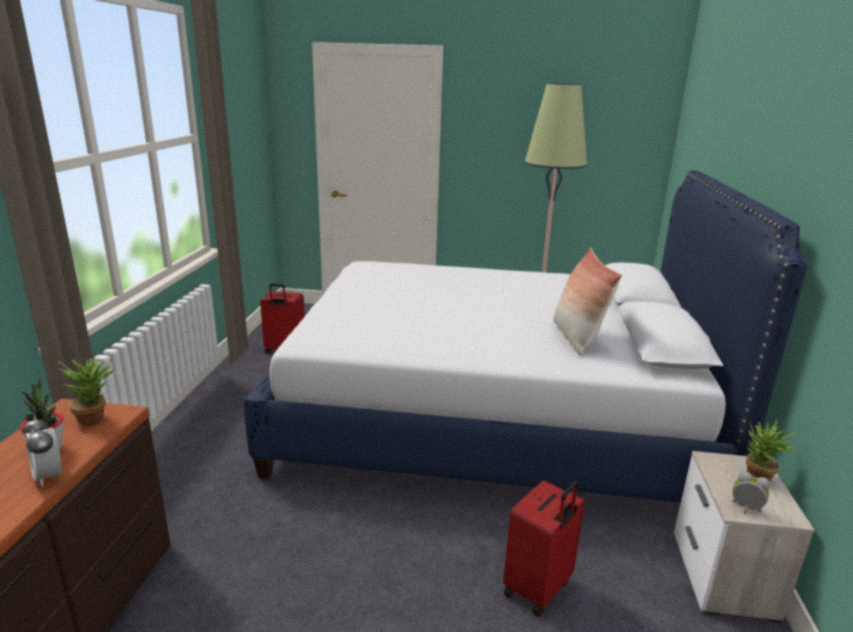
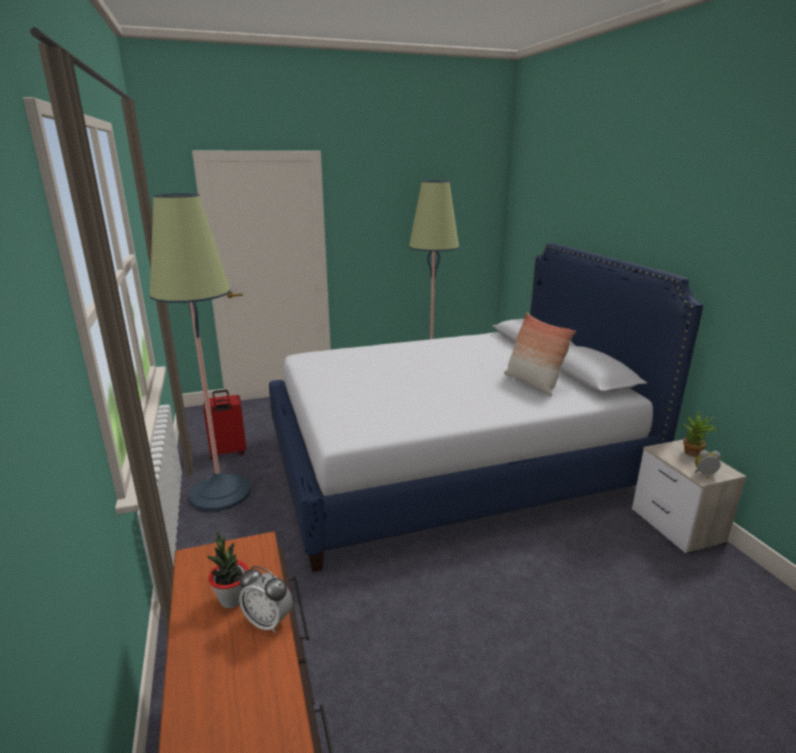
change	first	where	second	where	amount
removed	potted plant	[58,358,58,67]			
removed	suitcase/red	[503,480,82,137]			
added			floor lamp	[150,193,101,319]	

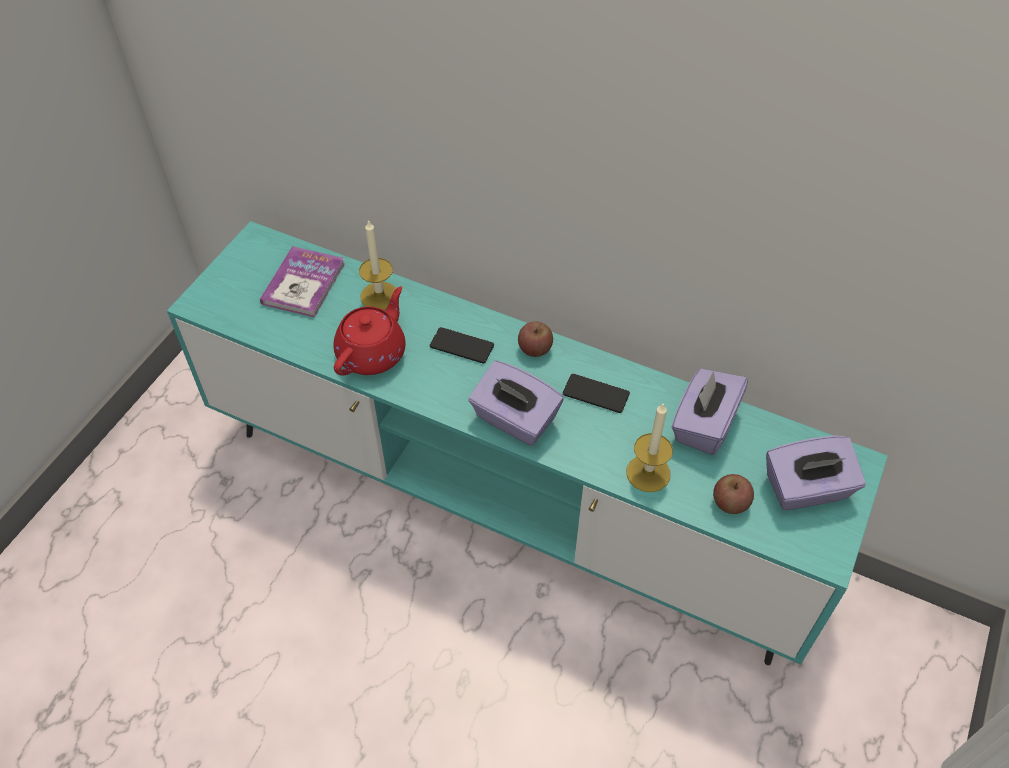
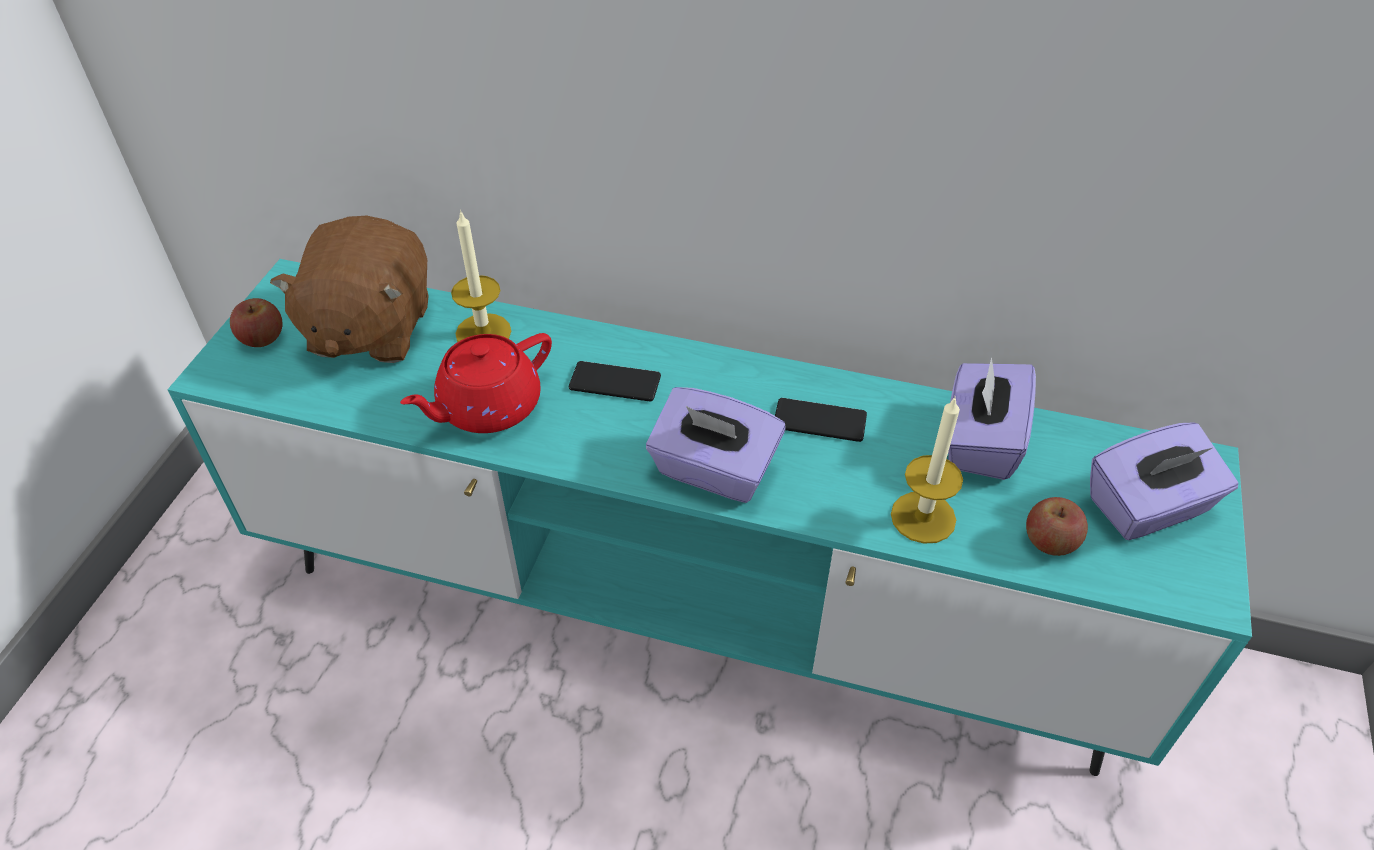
change	first	where	second	where	amount
replaced	book	[260,246,85,72]	plush toy/brown	[270,216,159,147]	
turned	teapot/red	[333,286,73,90]		[400,333,152,100]	150 degrees counterclockwise
moved	apple	[518,321,35,36]		[230,298,53,49]	

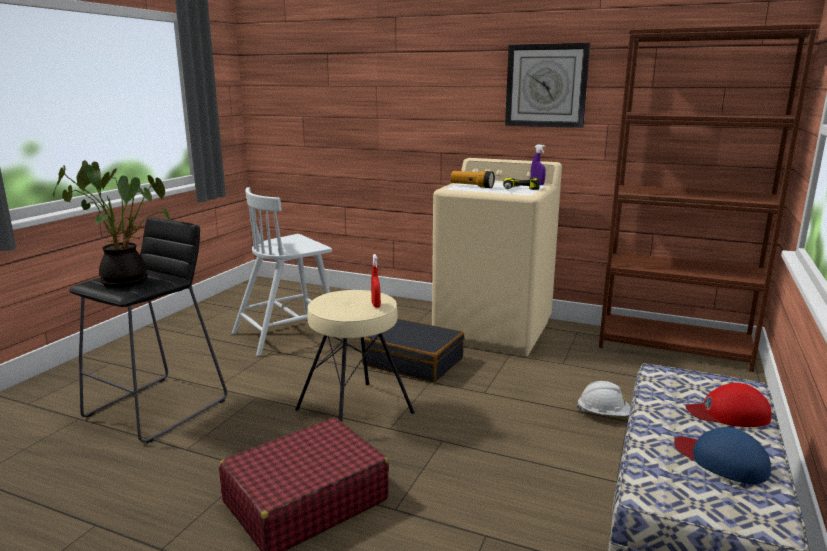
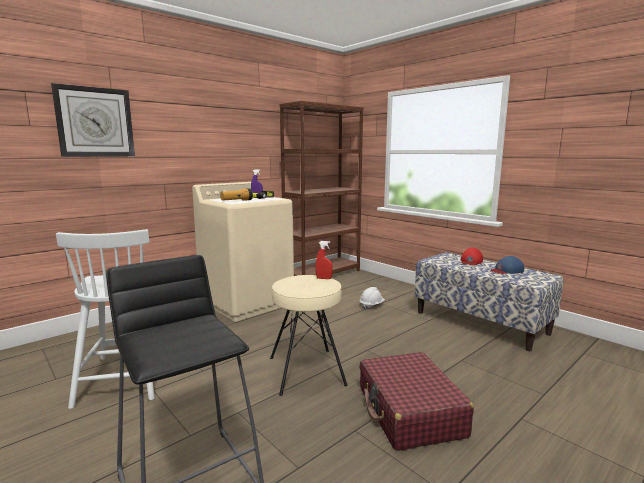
change	first	where	second	where	amount
moved	wall clock	[505,43,85,85]		[51,83,84,74]	
removed	potted plant	[53,160,117,128]			
removed	suitcase/black	[362,318,102,65]			

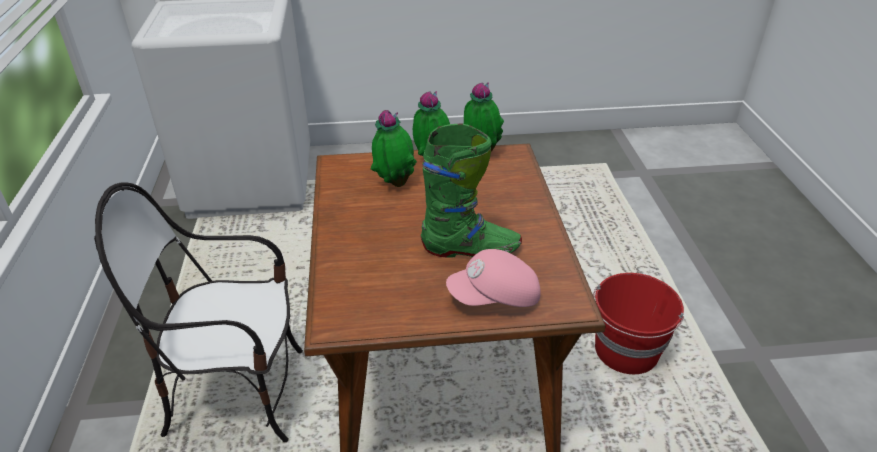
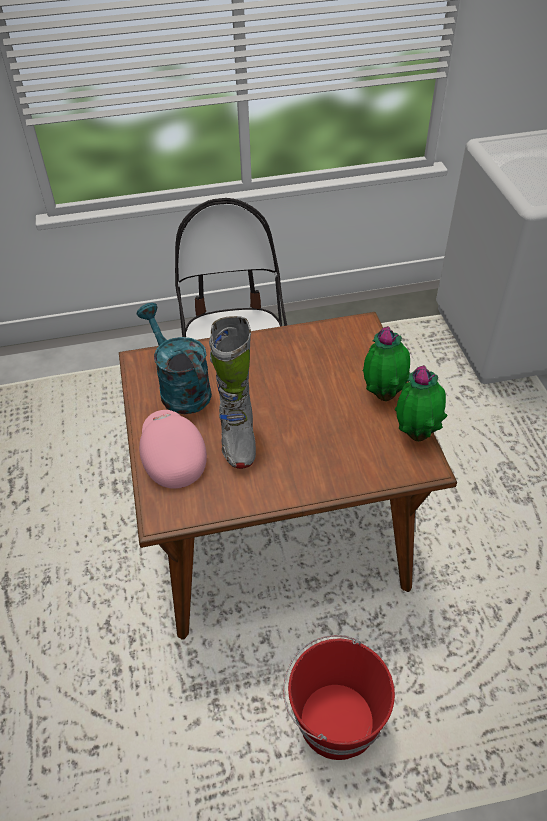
change	first	where	second	where	amount
removed	potted plant	[371,110,46,77]			
recoloured	boot/green	[421,124,101,134]	boot/grey	[209,316,47,153]	
added			watering can/turquoise	[137,303,75,111]	

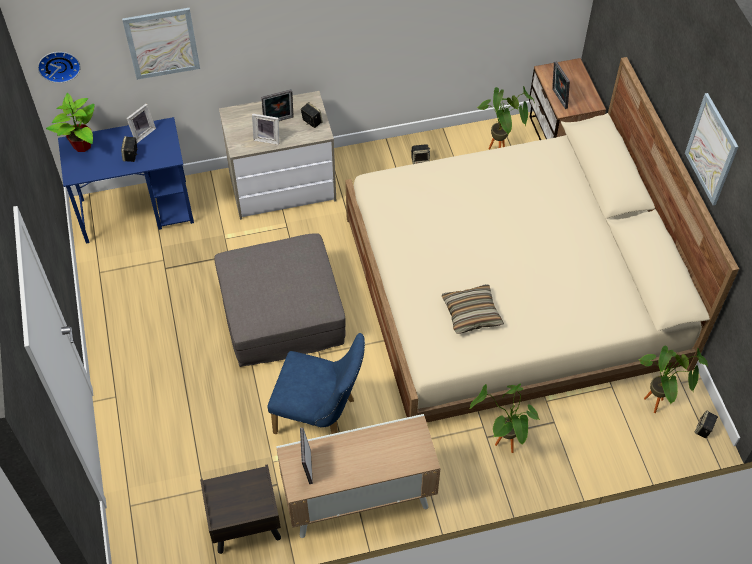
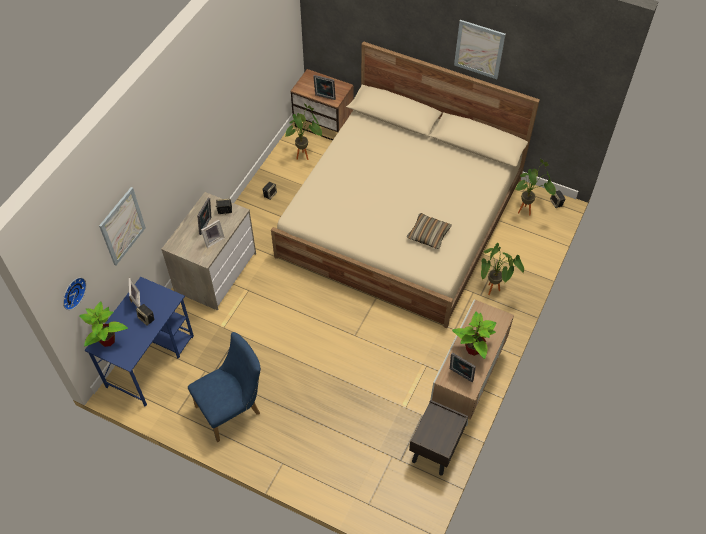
change	first	where	second	where	amount
removed	ottoman/grey	[214,233,132,134]			
moved	chair/blue	[267,333,98,101]		[188,332,73,110]	
added			potted plant	[452,312,44,47]	

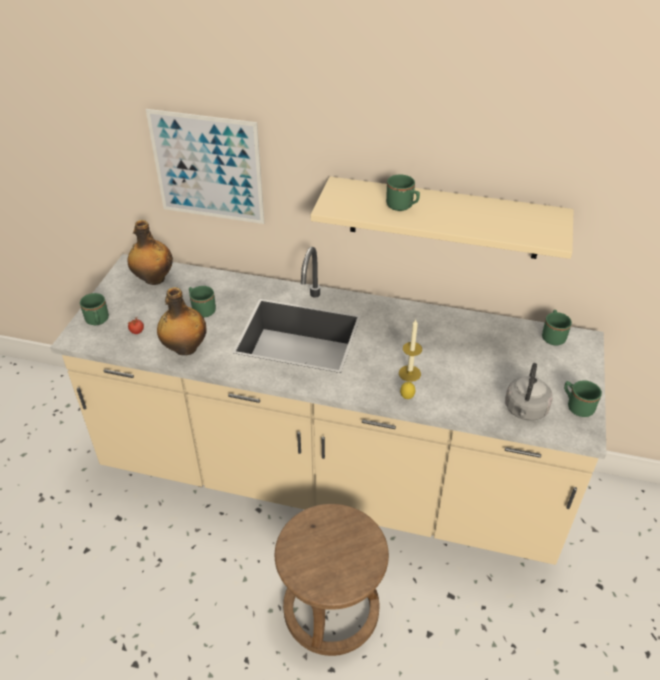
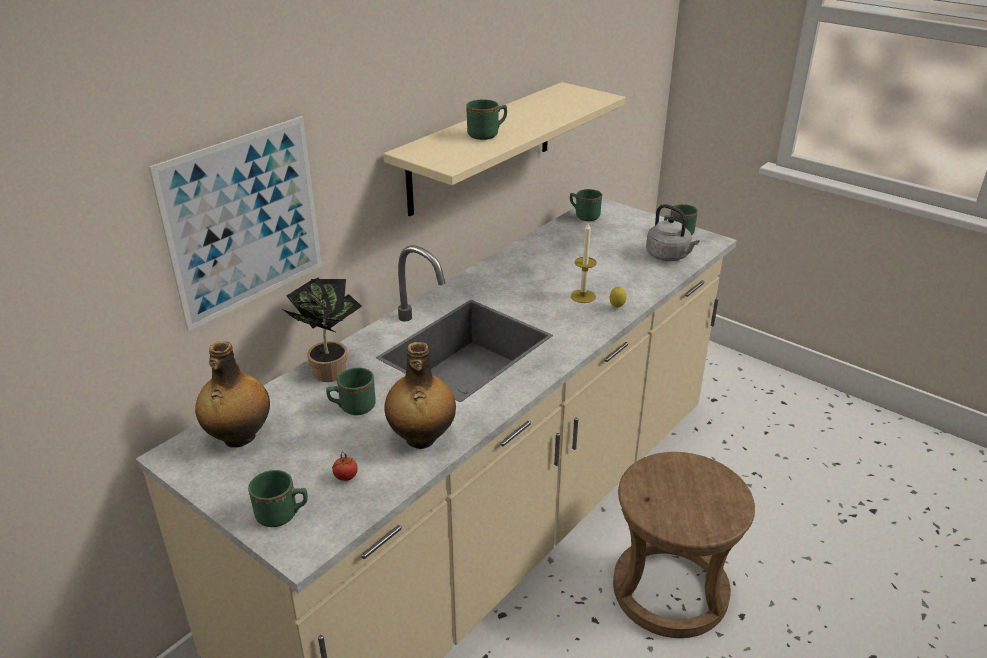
change	first	where	second	where	amount
added			potted plant	[282,277,80,105]	

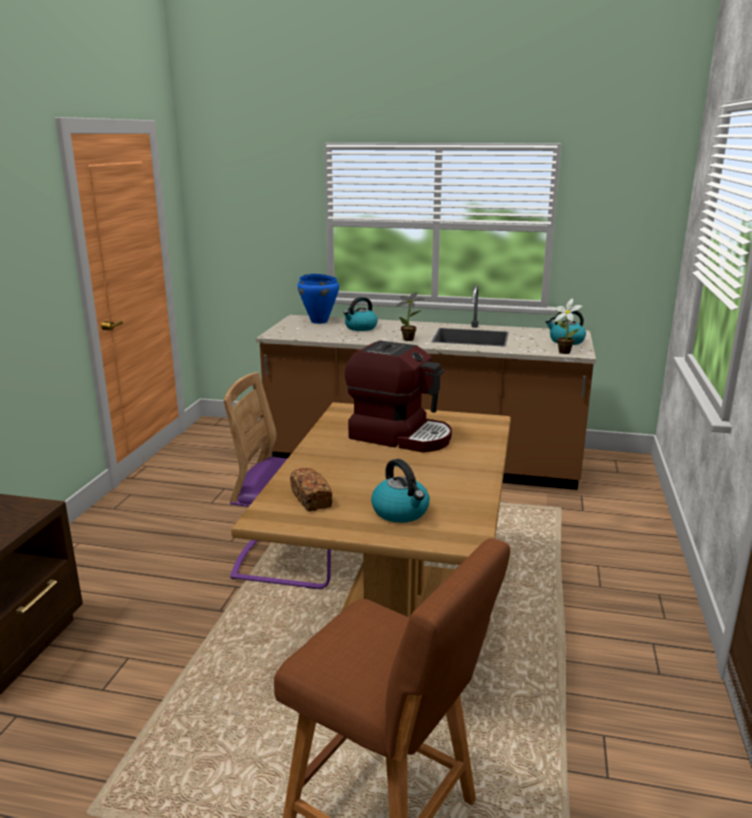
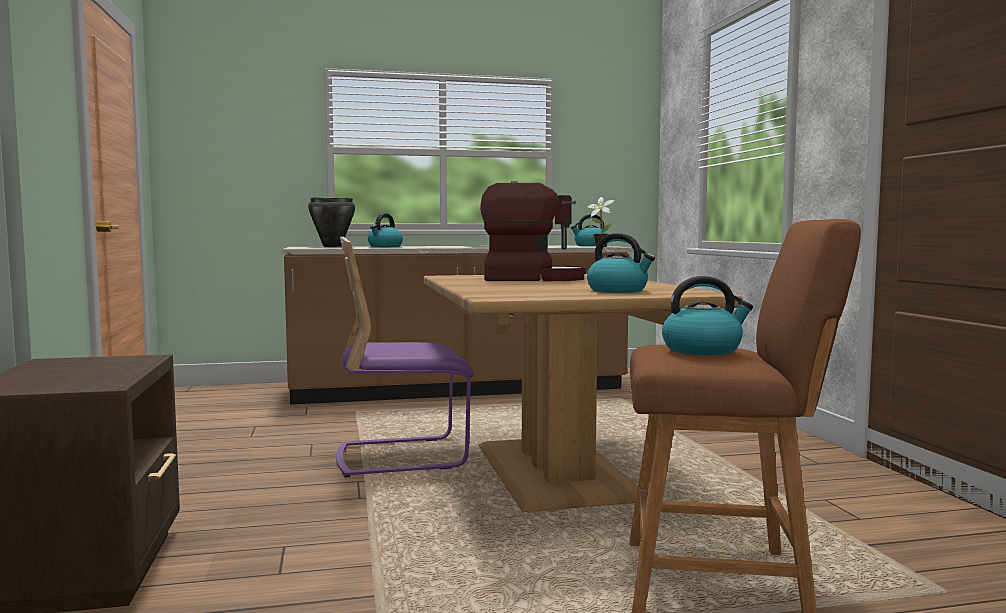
change	first	where	second	where	amount
recoloured	cooking pot/blue	[298,274,41,50]	cooking pot/black	[308,197,47,50]	
removed	potted plant	[396,292,29,49]			
removed	bread	[290,468,42,43]			
added			kettle	[662,276,91,79]	

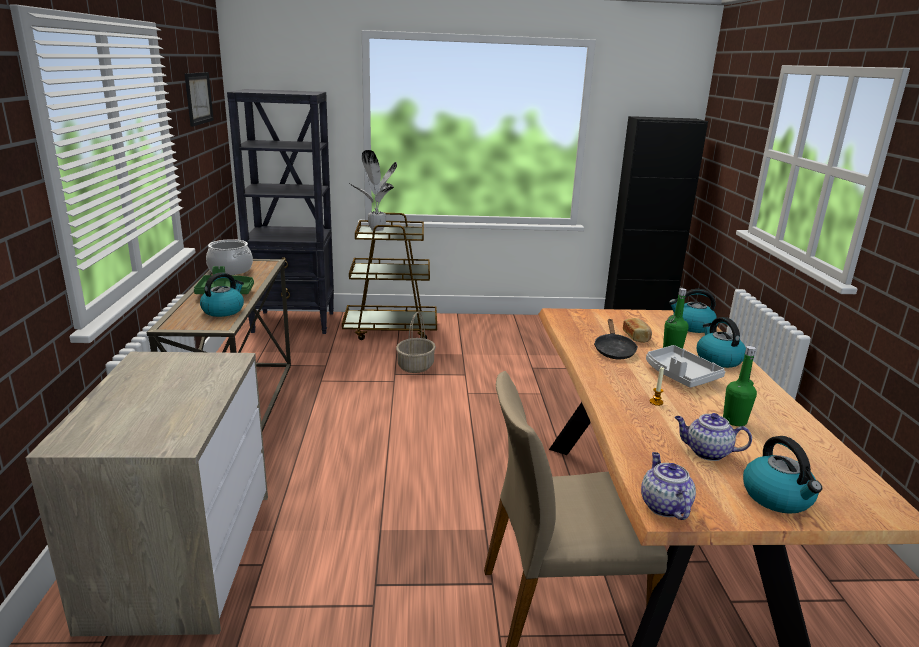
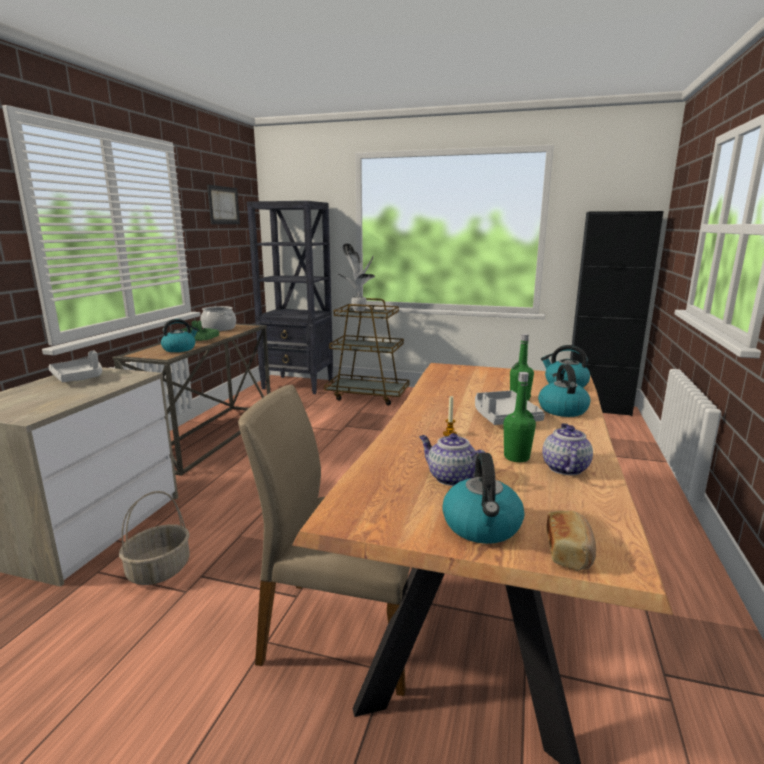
change	first	where	second	where	amount
moved	basket	[396,312,40,61]		[119,491,71,94]	
moved	bread	[623,318,29,25]		[547,511,49,60]	
removed	frying pan/black	[594,319,44,40]			
moved	teapot	[641,452,55,68]		[542,423,51,52]	
added			tray/grey	[48,351,54,31]	

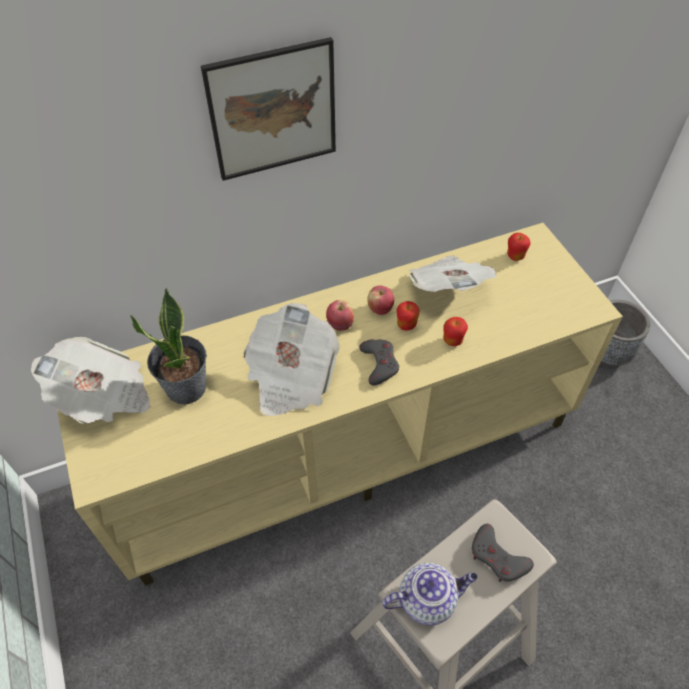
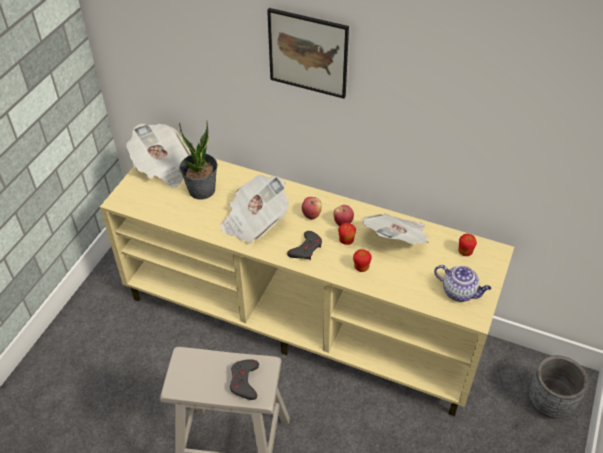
change	first	where	second	where	amount
moved	teapot	[382,563,96,63]		[434,265,57,37]	

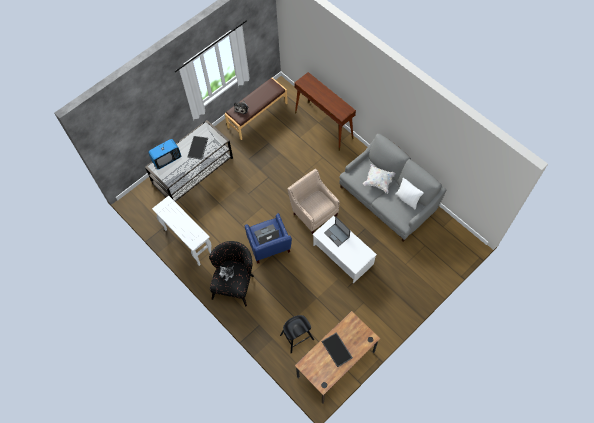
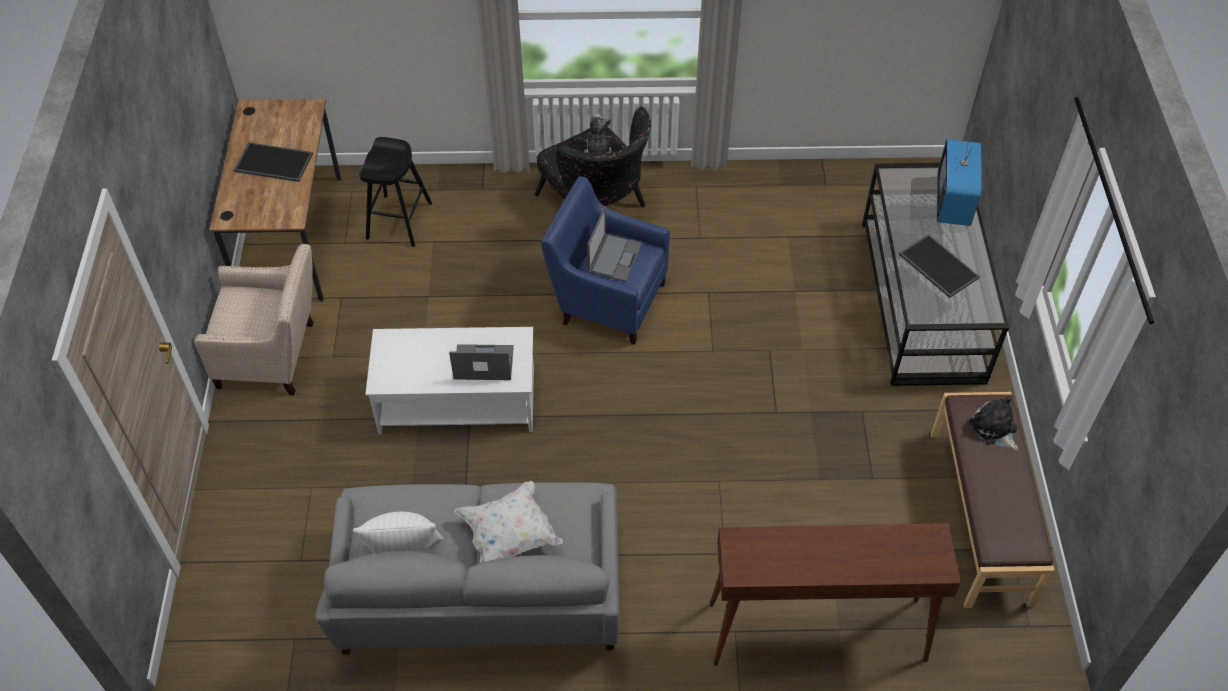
change	first	where	second	where	amount
moved	armchair/beige	[287,169,53,65]		[194,244,119,152]	
removed	console table/white	[152,196,59,70]			

